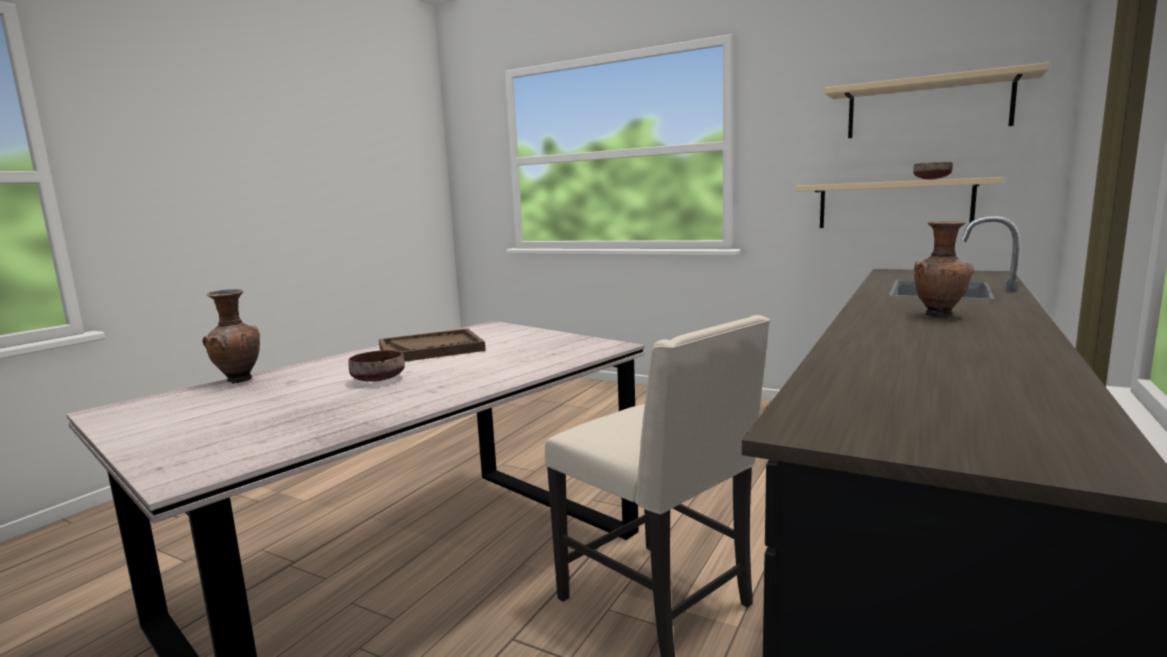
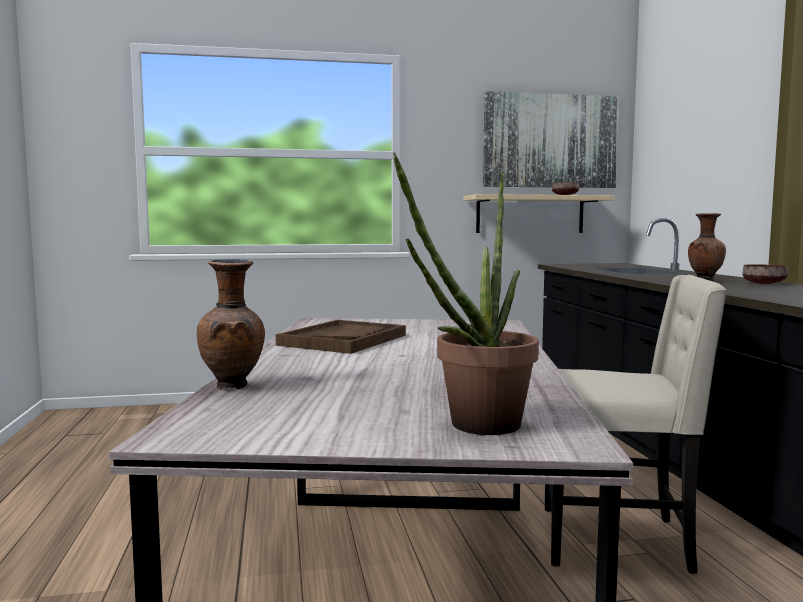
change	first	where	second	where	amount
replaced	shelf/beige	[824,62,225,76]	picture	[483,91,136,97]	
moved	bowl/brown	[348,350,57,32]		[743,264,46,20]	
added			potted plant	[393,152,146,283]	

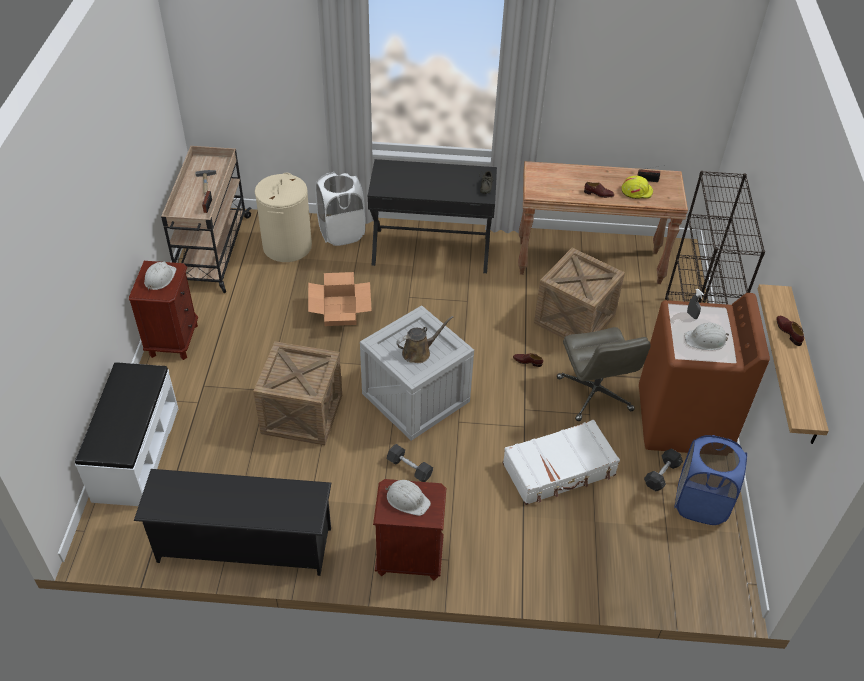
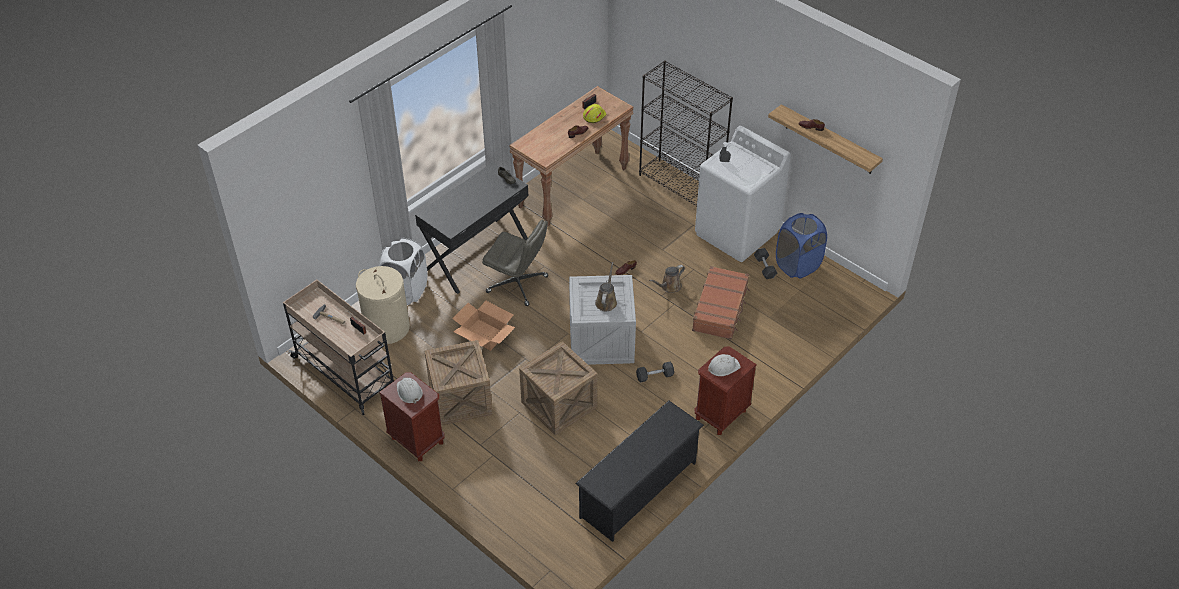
change	first	where	second	where	amount
moved	crate	[534,248,91,91]		[425,340,68,86]	
recoloured	washing machine/brown	[639,293,131,160]	washing machine/white	[695,126,96,136]	
removed	hard hat/white	[684,323,45,27]			
moved	office chair/grey	[557,327,94,94]		[482,220,67,86]	
removed	bench/white	[75,362,103,144]			
recoloured	suitcase/white	[503,420,117,85]	suitcase/brown	[692,266,58,73]	
added			watering can/brown	[649,265,36,28]	

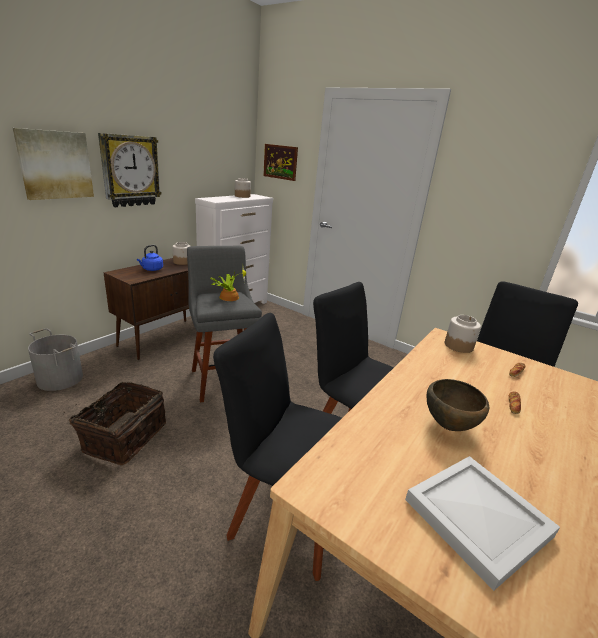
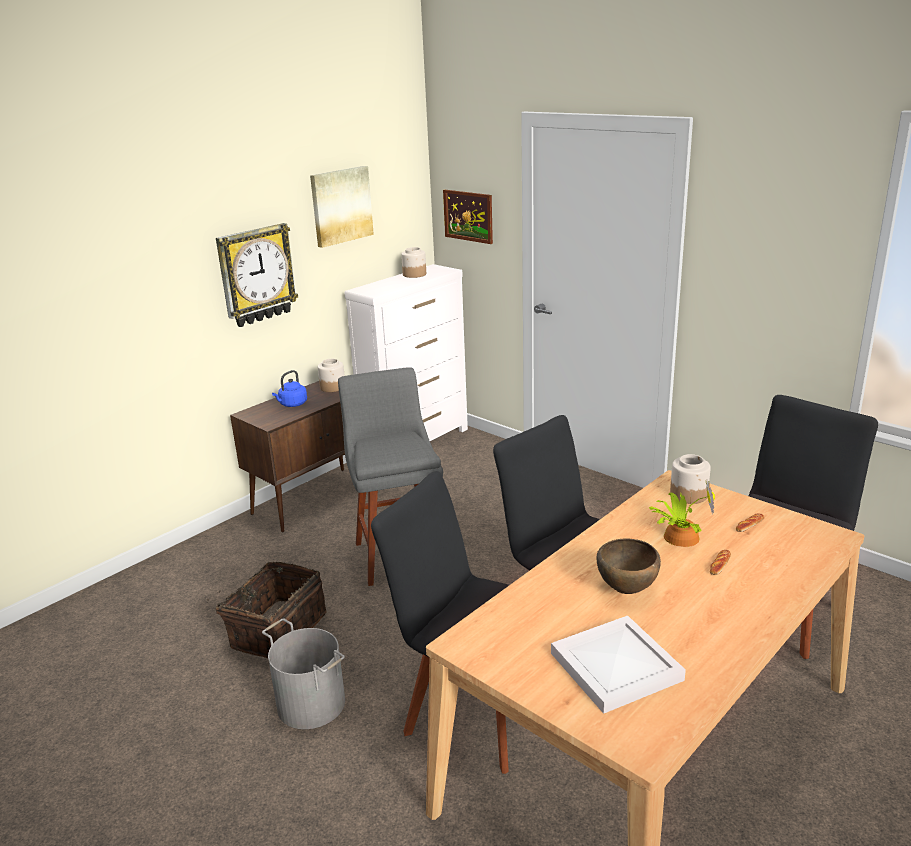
change	first	where	second	where	amount
moved	picture	[13,128,81,72]		[310,166,64,82]	
moved	potted plant	[210,265,36,36]		[649,481,66,66]	
moved	bucket/grey	[28,328,55,63]		[262,618,83,111]	

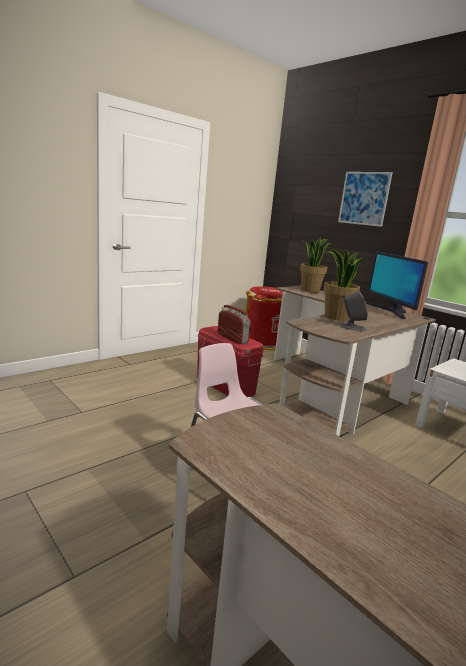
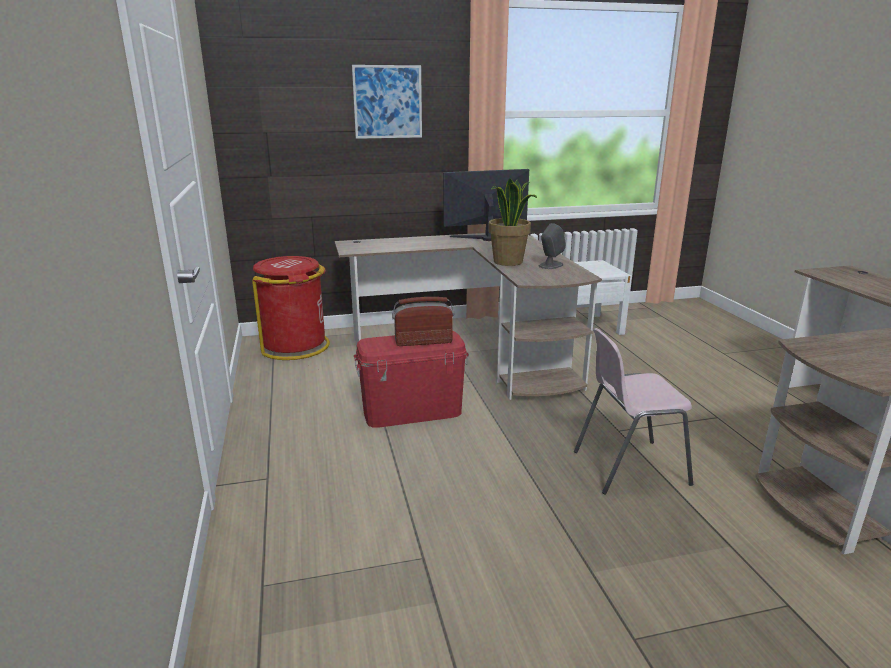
change	first	where	second	where	amount
removed	potted plant	[300,238,34,55]			
turned	monitor	[366,251,62,68]		[443,169,86,72]	150 degrees clockwise

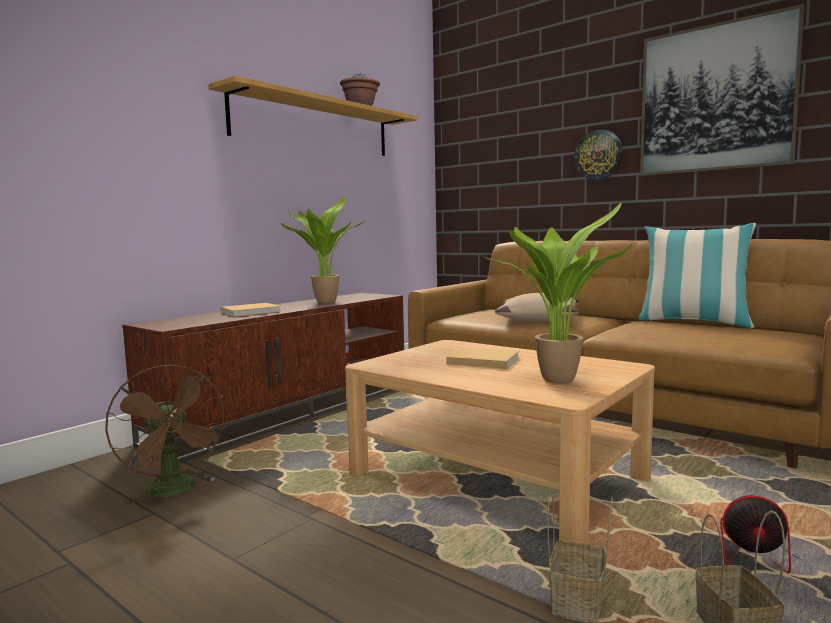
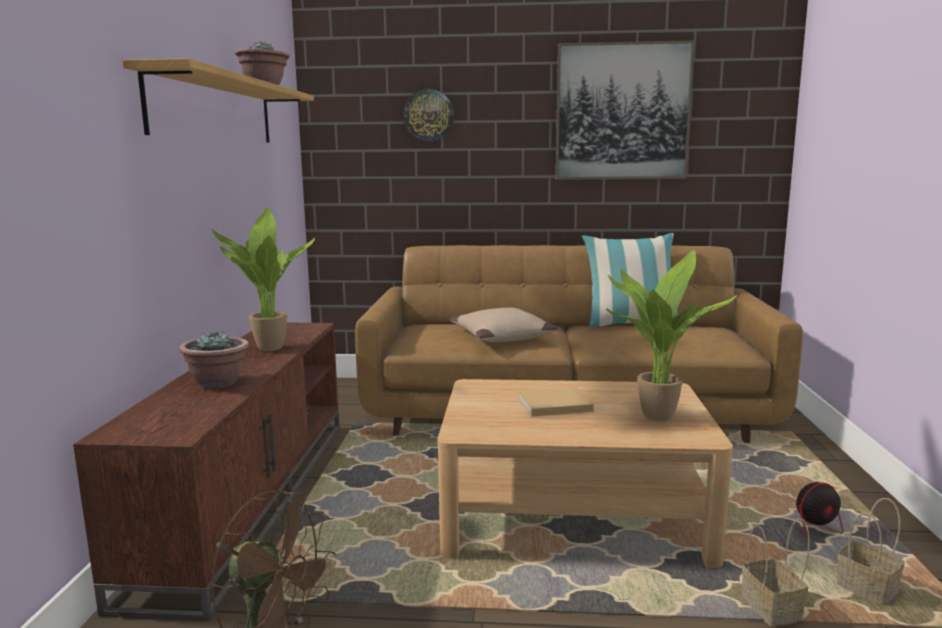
change	first	where	second	where	amount
moved	wall clock	[574,129,49,51]		[403,89,51,53]	
replaced	book/beige	[220,303,61,14]	potted plant	[179,330,70,58]	

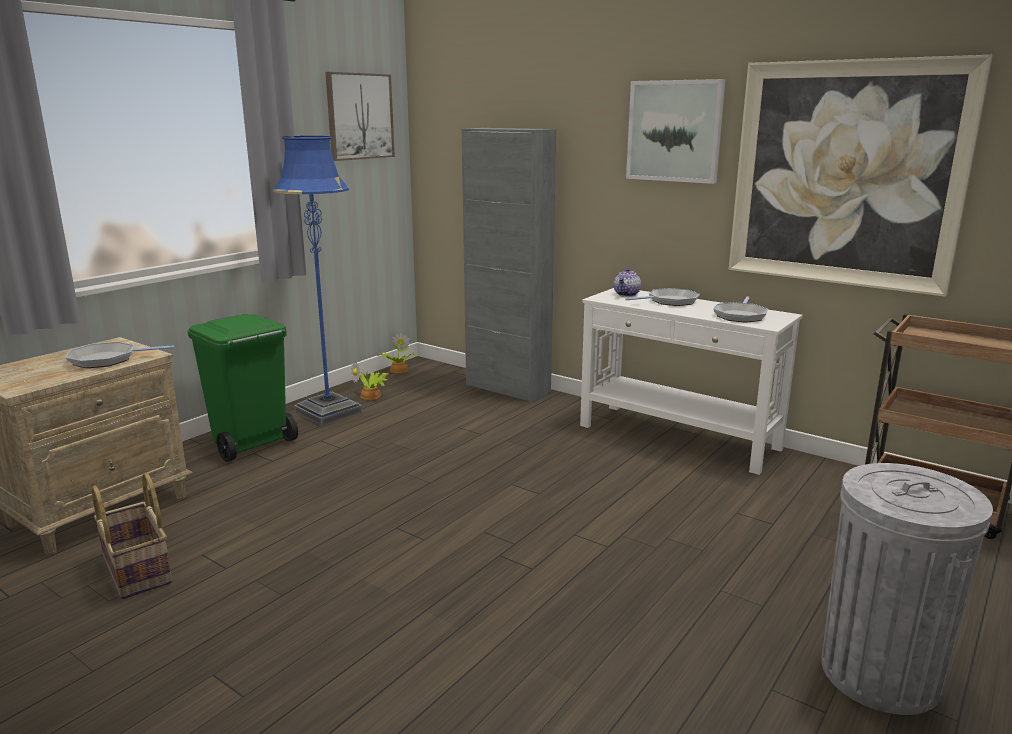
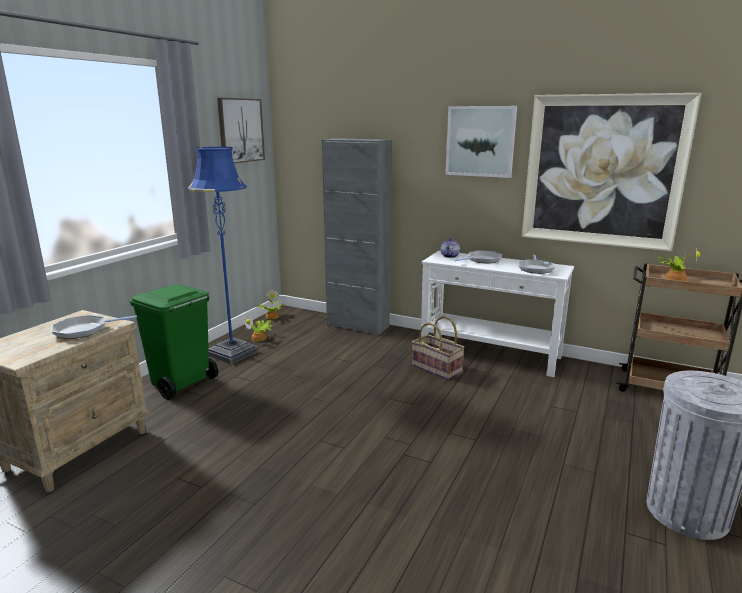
change	first	where	second	where	amount
moved	basket	[92,473,80,126]		[412,316,53,64]	
added			potted plant	[657,249,43,32]	

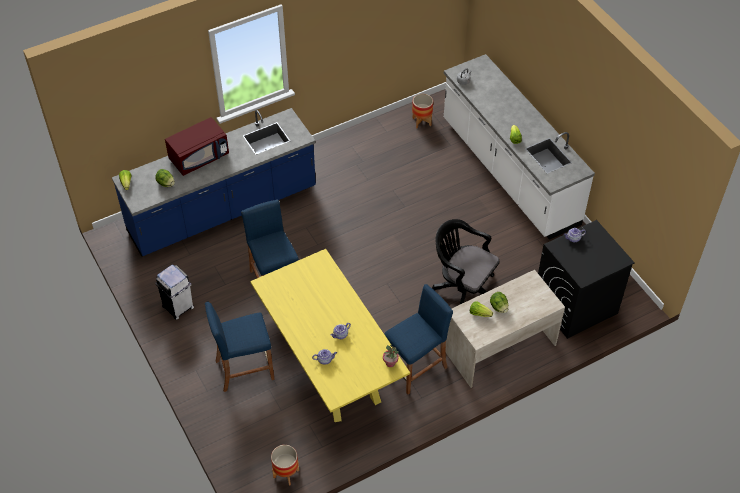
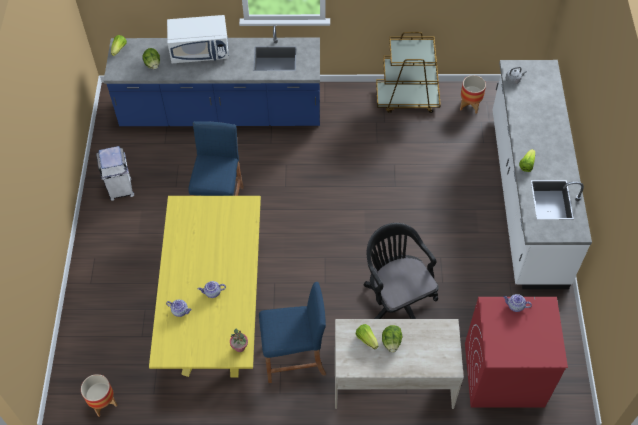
change	first	where	second	where	amount
recoloured	microwave/red	[165,117,64,59]	microwave/white	[167,15,62,48]	
recoloured	washing machine/black	[538,220,97,119]	washing machine/red	[465,297,103,111]	
removed	stool/blue	[205,302,69,90]			
added			cart/brown	[376,32,65,81]	

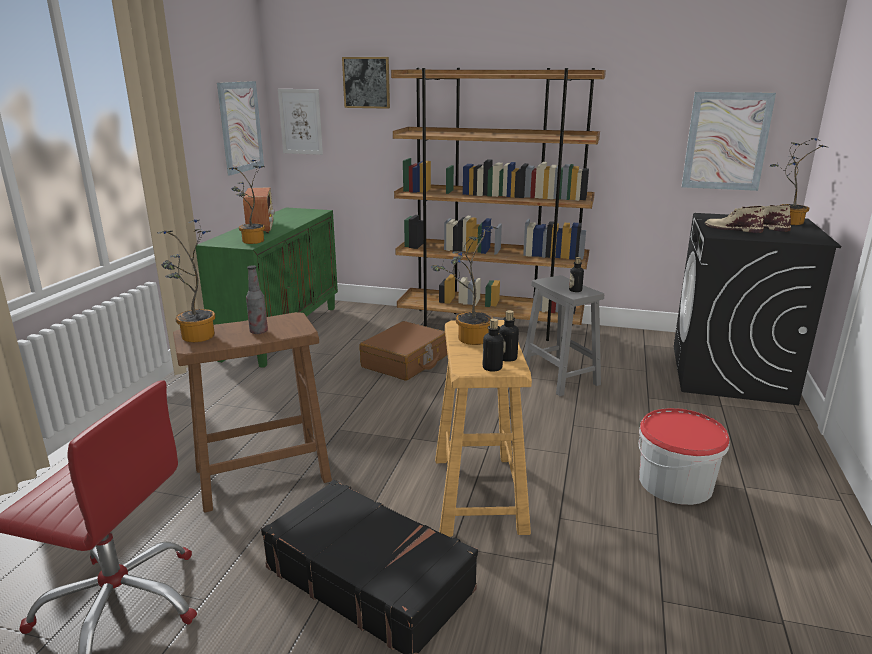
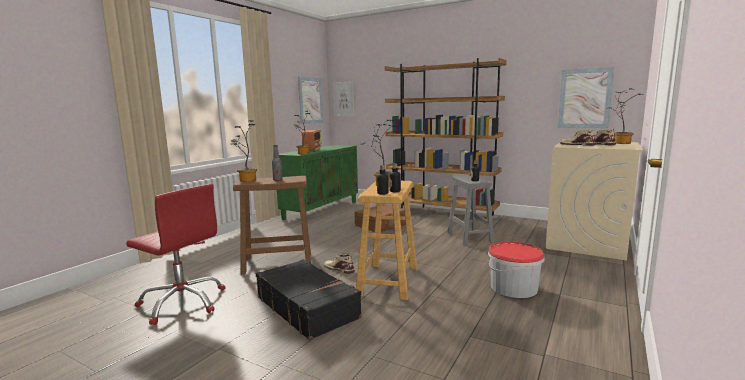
change	first	where	second	where	amount
removed	picture	[342,57,48,52]			
recoloured	washing machine/black	[673,213,168,192]	washing machine/beige	[546,142,97,118]	
added			boot/beige	[324,254,31,20]	

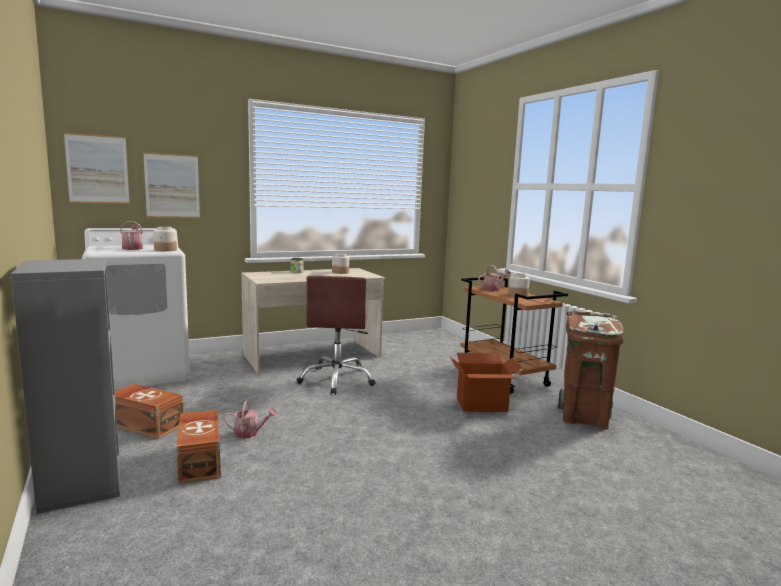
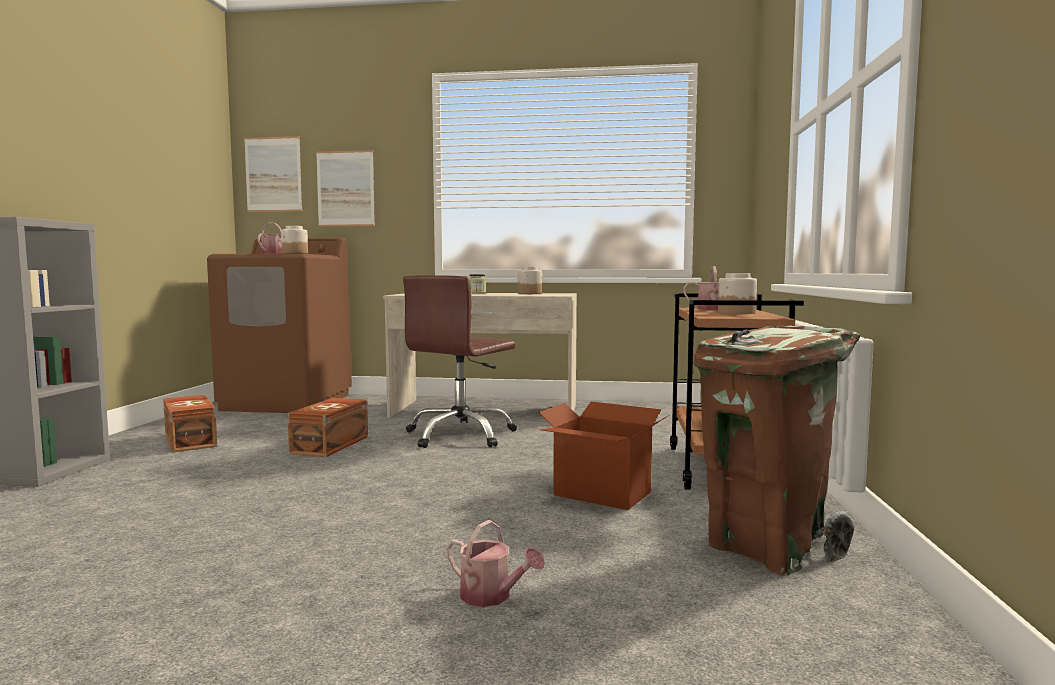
change	first	where	second	where	amount
recoloured	washing machine/white	[82,228,108,162]	washing machine/brown	[207,238,145,175]	
moved	watering can	[224,400,53,39]		[446,520,99,87]	
moved	storage box/brown	[177,409,44,75]		[287,398,81,59]	

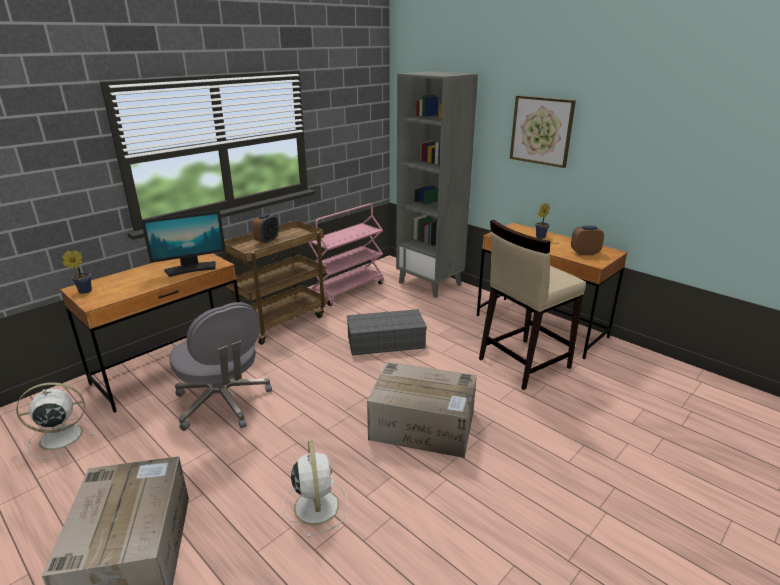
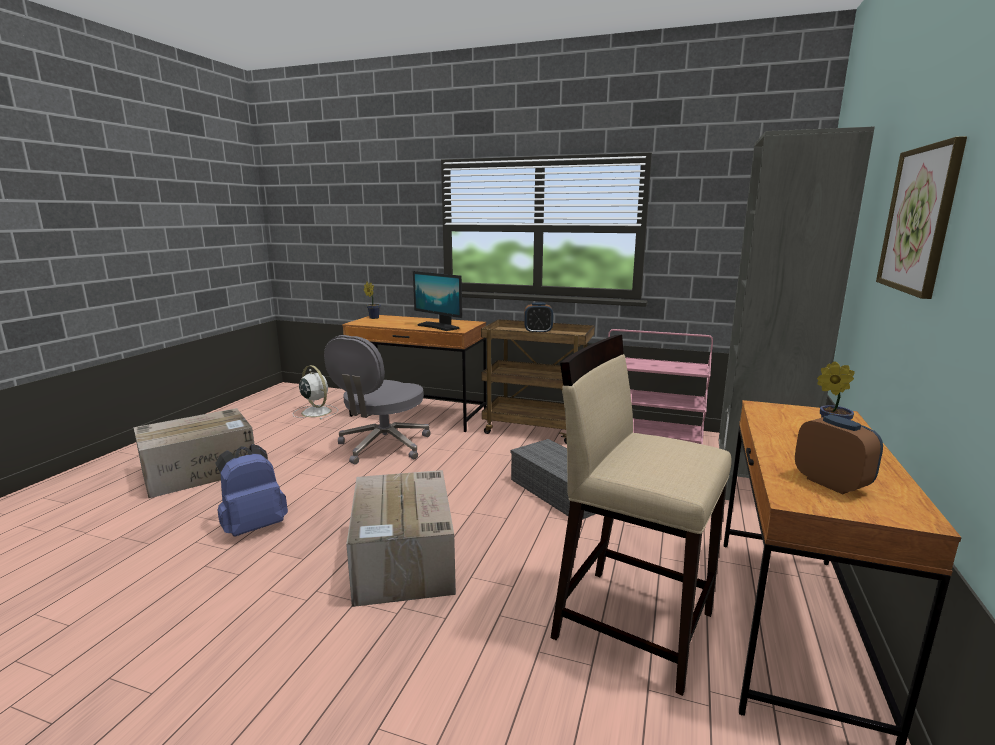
change	first	where	second	where	amount
replaced	fan/white	[283,440,66,97]	backpack/blue	[215,444,73,93]	

